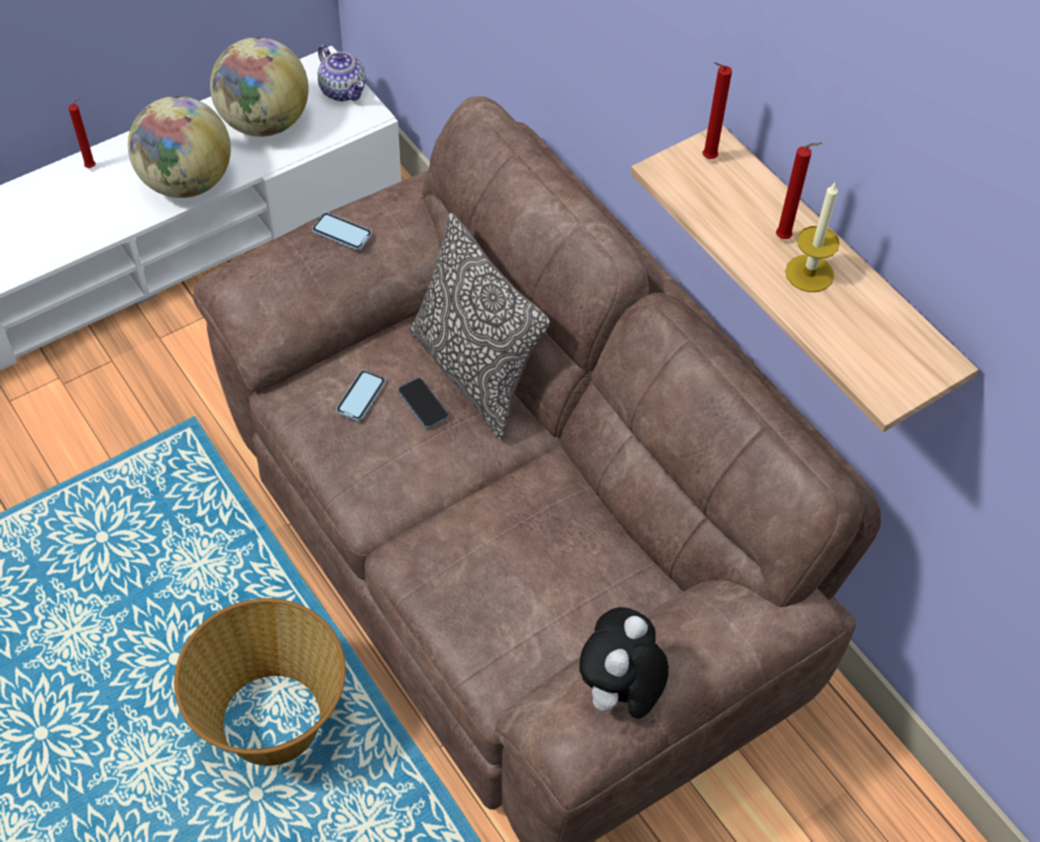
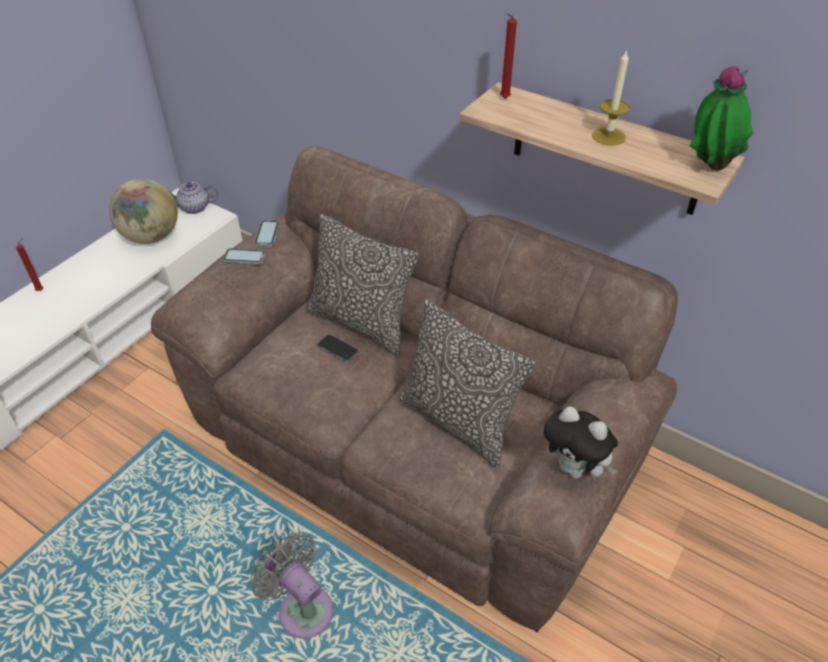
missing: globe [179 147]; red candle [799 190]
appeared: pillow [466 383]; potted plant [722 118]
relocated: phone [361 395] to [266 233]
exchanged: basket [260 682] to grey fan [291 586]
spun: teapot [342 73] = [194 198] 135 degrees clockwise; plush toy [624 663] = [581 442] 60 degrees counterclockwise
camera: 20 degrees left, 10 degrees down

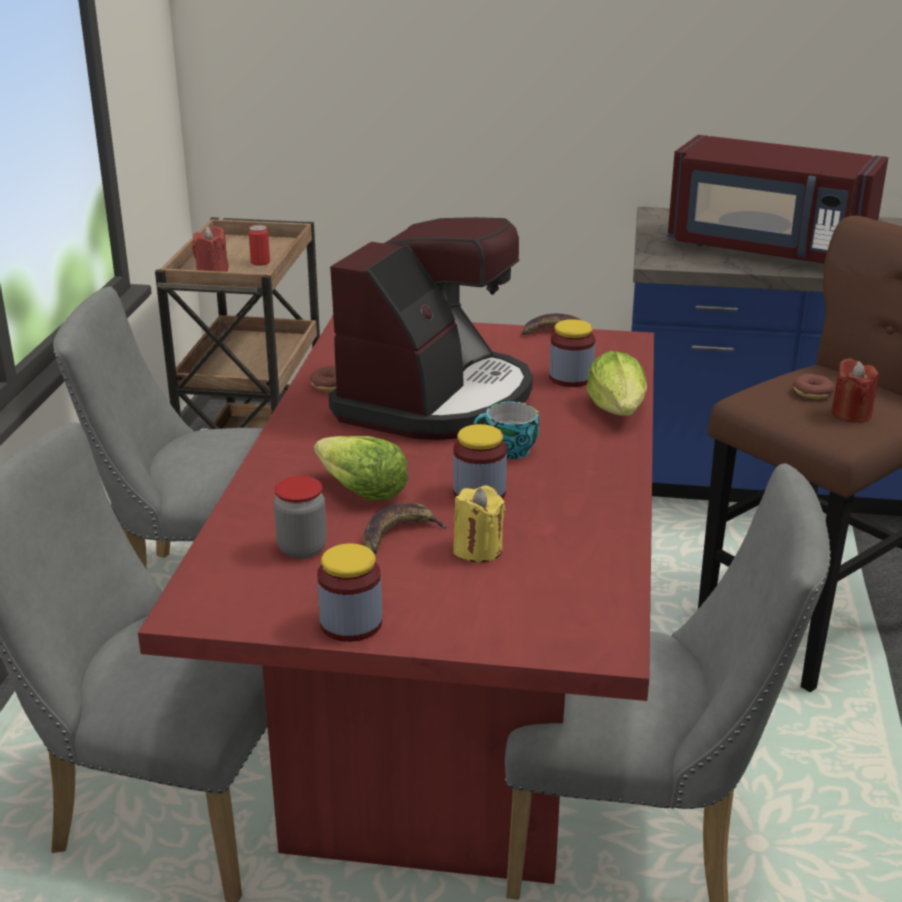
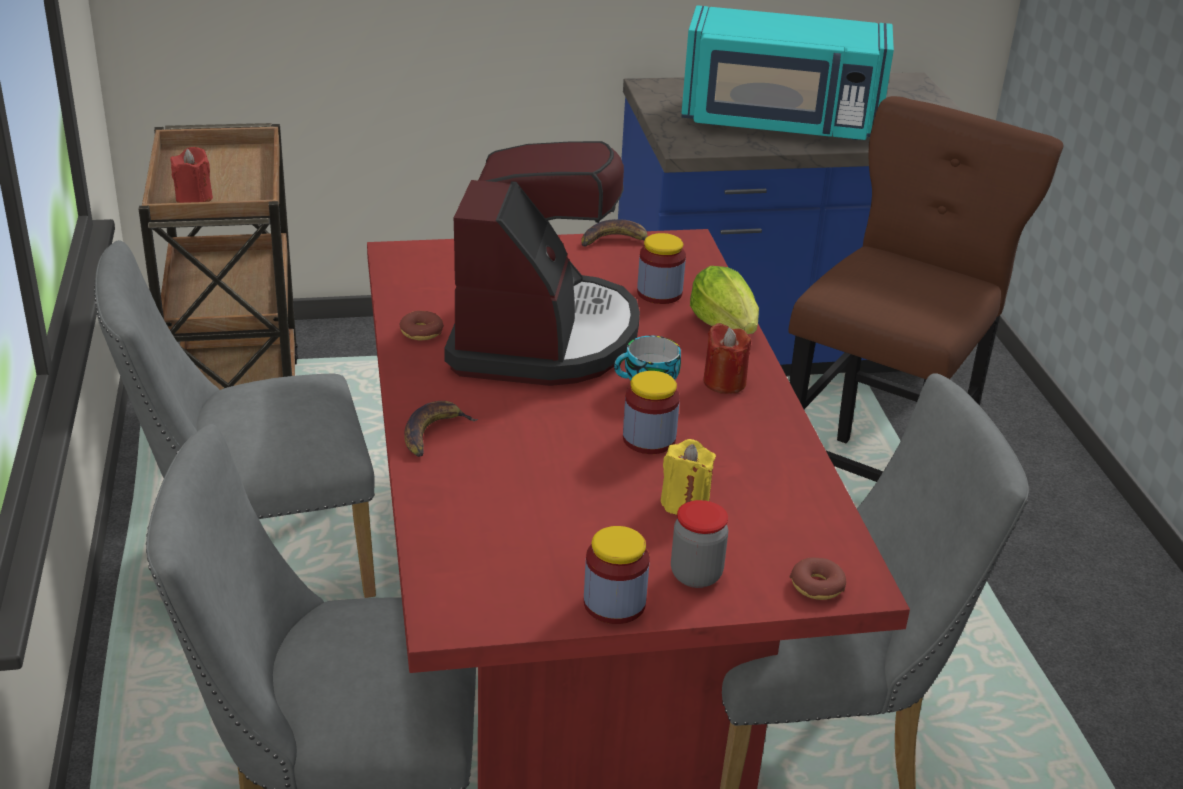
missing: can [259 245]; lettuce [361 468]
relocated: banana [406 528] to [441 429]; jar [300 517] to [699 544]; red candle [855 390] to [727 358]; donut [813 386] to [818 578]
colour: red microwave [778 199] to turquoise microwave [787 72]
camera: 20 degrees left, 5 degrees up

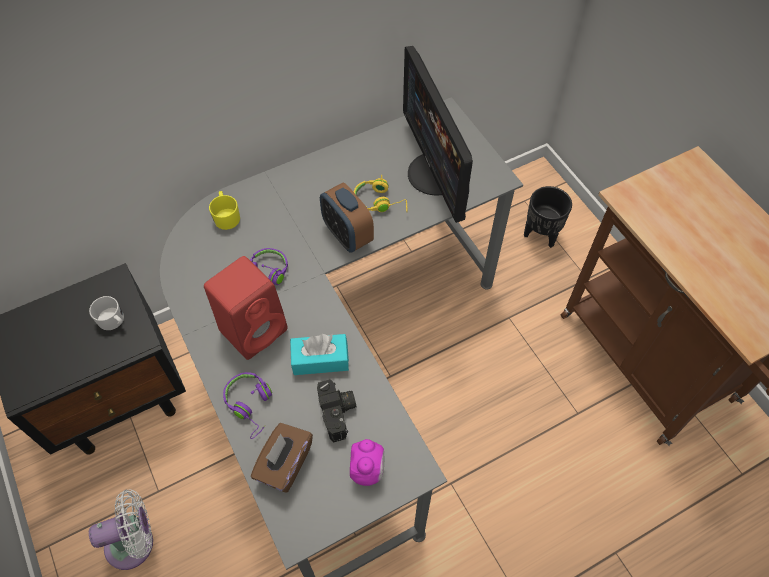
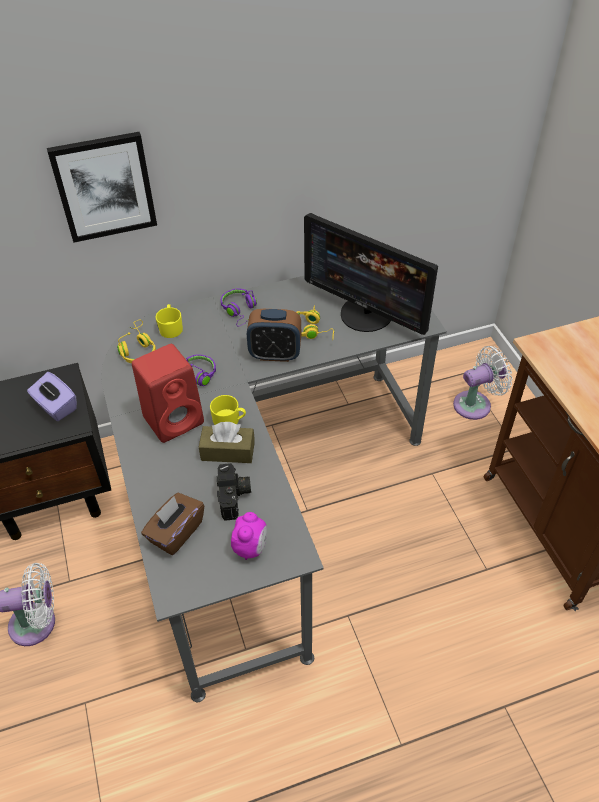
appeared: picture [102 187]; yellow headphones [136 341]; yellow mug [228 410]
relocated: purple headphones [247 405] to [239 307]
exchanged: white mug [106 313] to purple tissue box [52 396]; black planter [548 217] to white fan [482 383]
colour: turquoise tissue box [319 354] to brown tissue box [227 442]
spun: alarm clock [347 218] = [274 335] 60 degrees counterclockwise; monitor [438 134] = [371 274] 45 degrees counterclockwise
camera: 10 degrees right, 10 degrees down

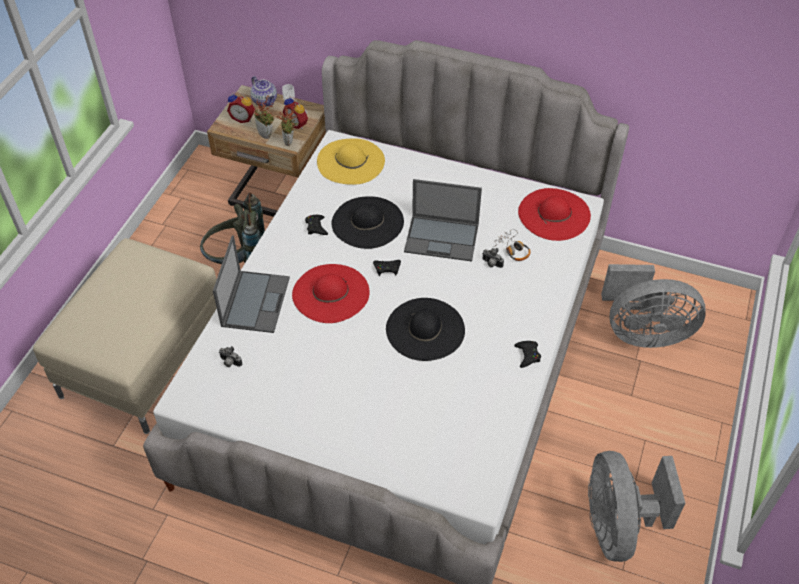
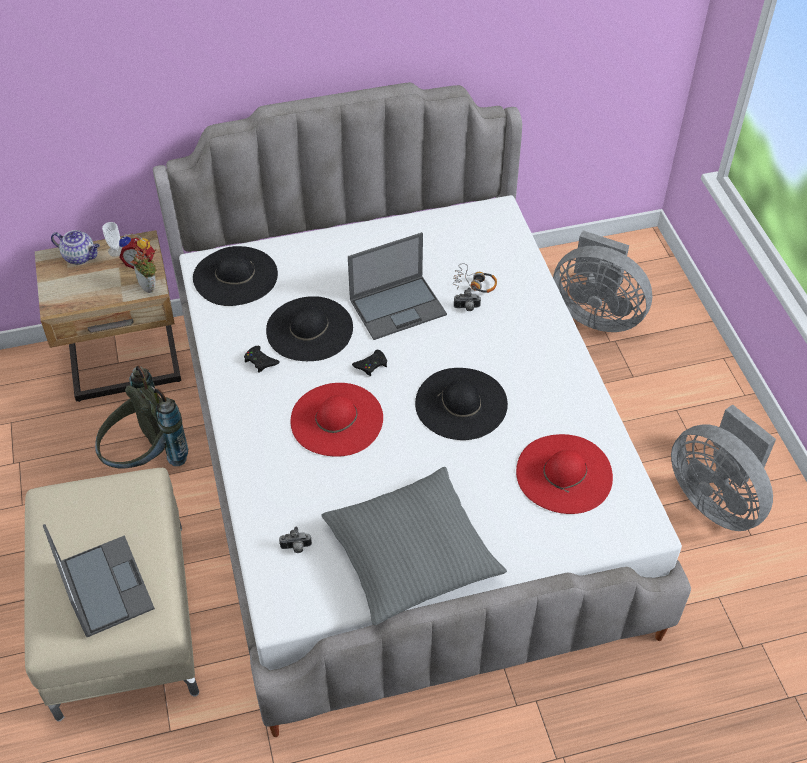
missing: alarm clock [241 107]; potted plant [264 117]; black game controller [527 354]
appeared: grey pillow [414 546]
relocated: laptop [251 284] to [99 580]; red hat [554 214] to [564 474]
colour: yellow hat [351 161] to black hat [235 276]
spun: grey fan [653 306] = [602 281] 60 degrees clockwise
camera: 35 degrees left, 0 degrees up

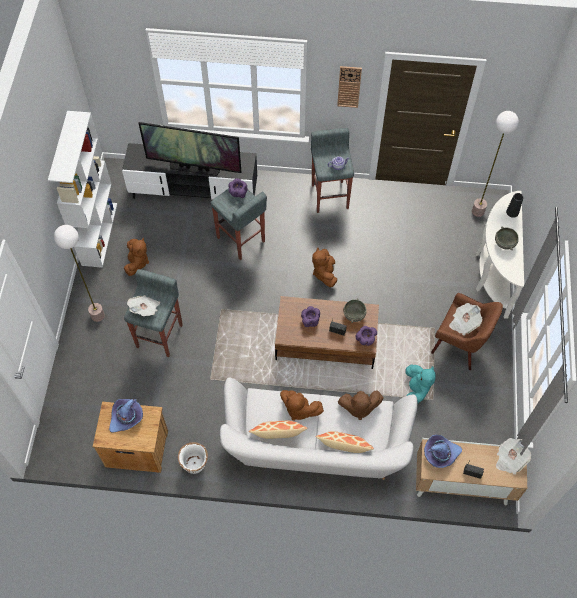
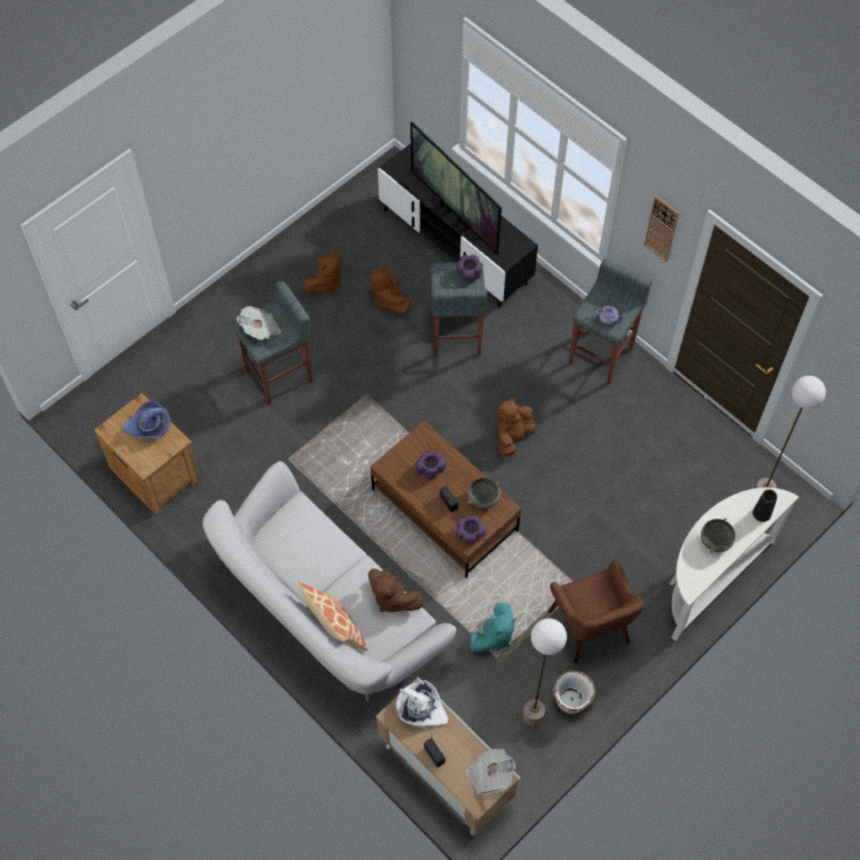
missing: white bookcase [82 189]; pillow [278 430]; newspaper [465 319]
relocated: brown plush toy [302 405] to [390 290]; floor lamp [79 273] to [545 672]; white planter [193 458] to [574 692]
colour: purple hat [443 451] to white hat [422 703]
camera: 40 degrees right, 0 degrees up

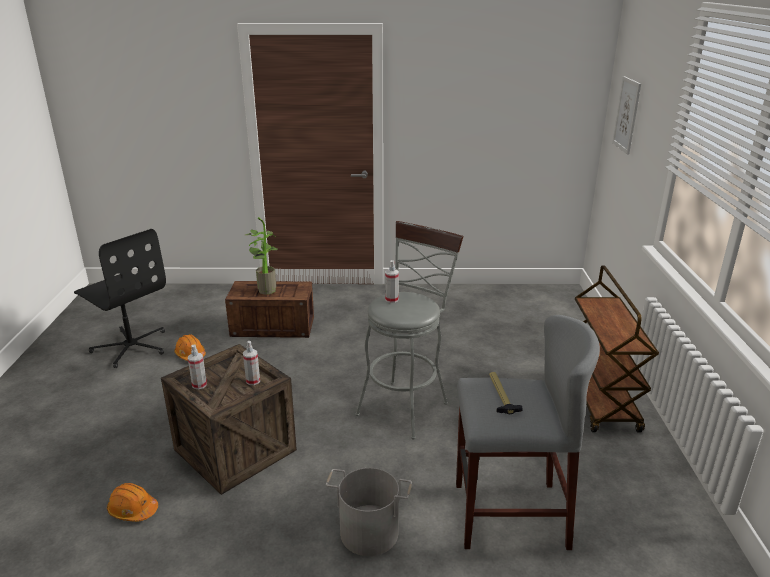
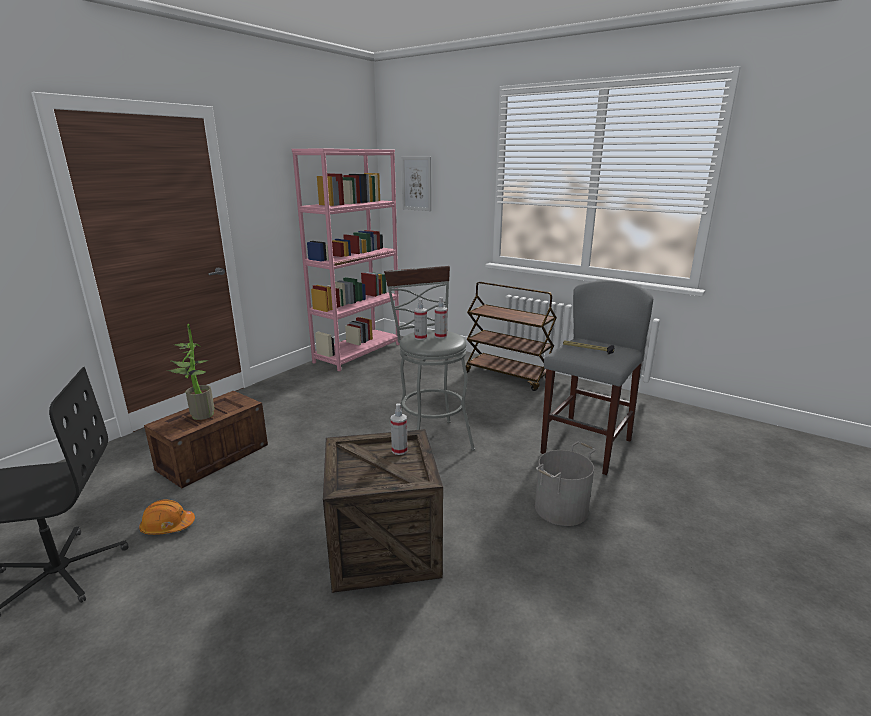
missing: orange hard hat [132 502]
appeared: pink bookcase [346 260]
relocated: spray bottle [197 367] to [441 318]
camera: 55 degrees left, 5 degrees down

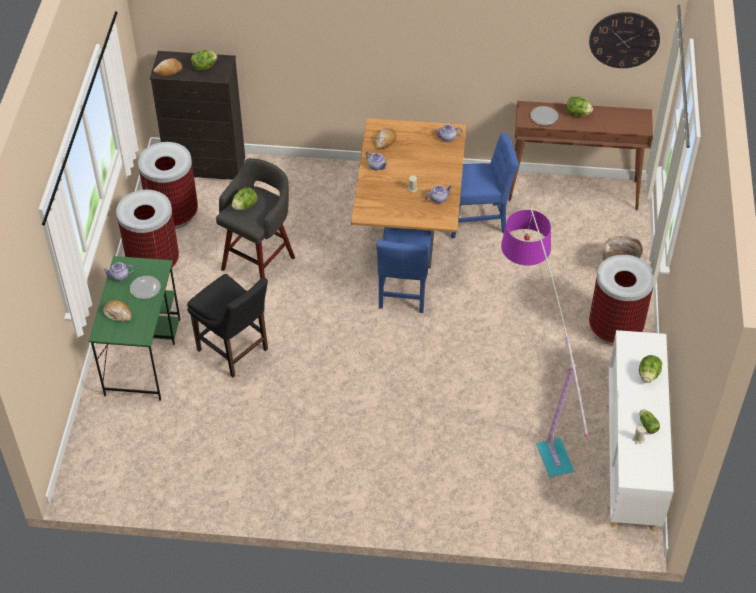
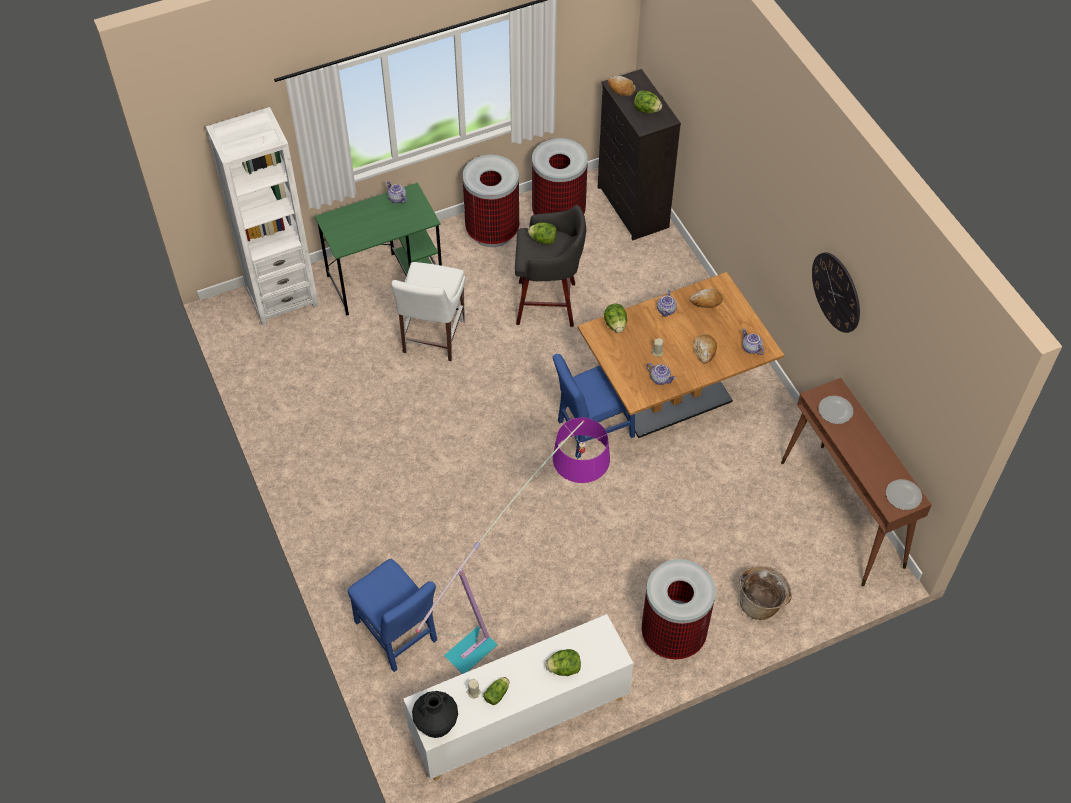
appeared: white bookcase [262 216]; black vase [435 714]
relocated: blue chair [485 185] to [392 615]; lettuce [580 107] to [615 318]; bread [117 311] to [705 349]; wall clock [624 40] to [836 292]; plate [145 287] to [904 494]
colour: black chair [227 326] to white chair [428 311]
camera: 60 degrees right, 5 degrees up

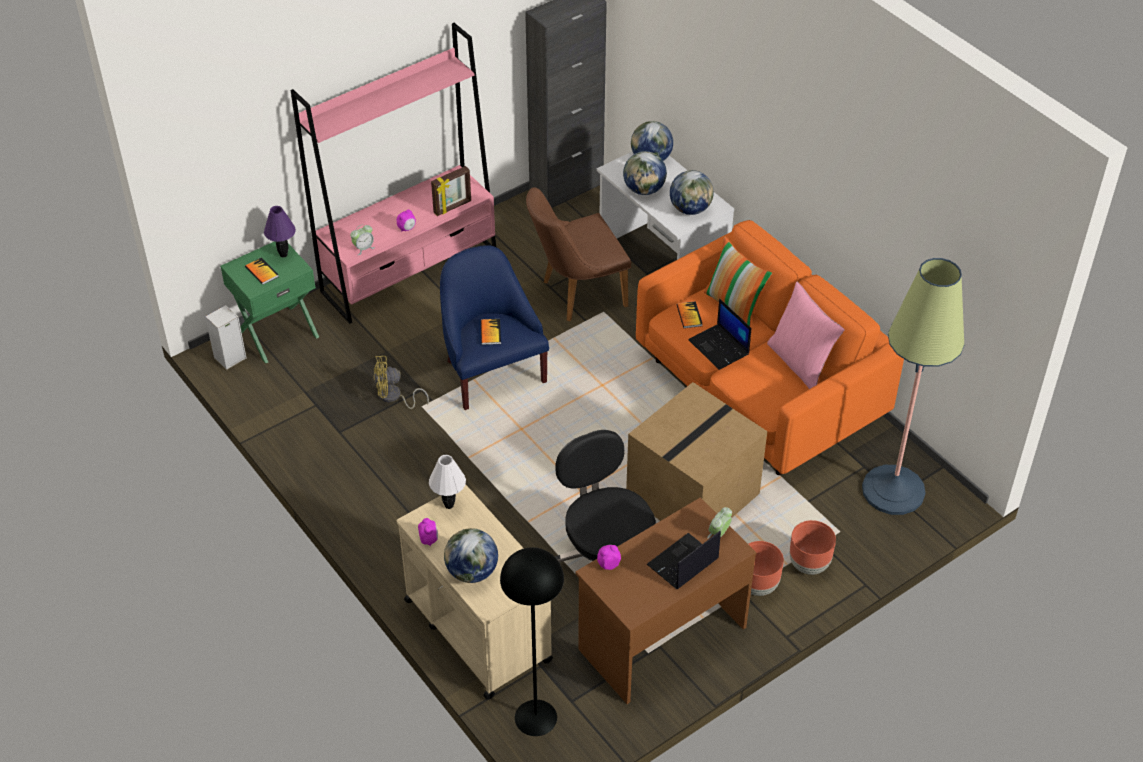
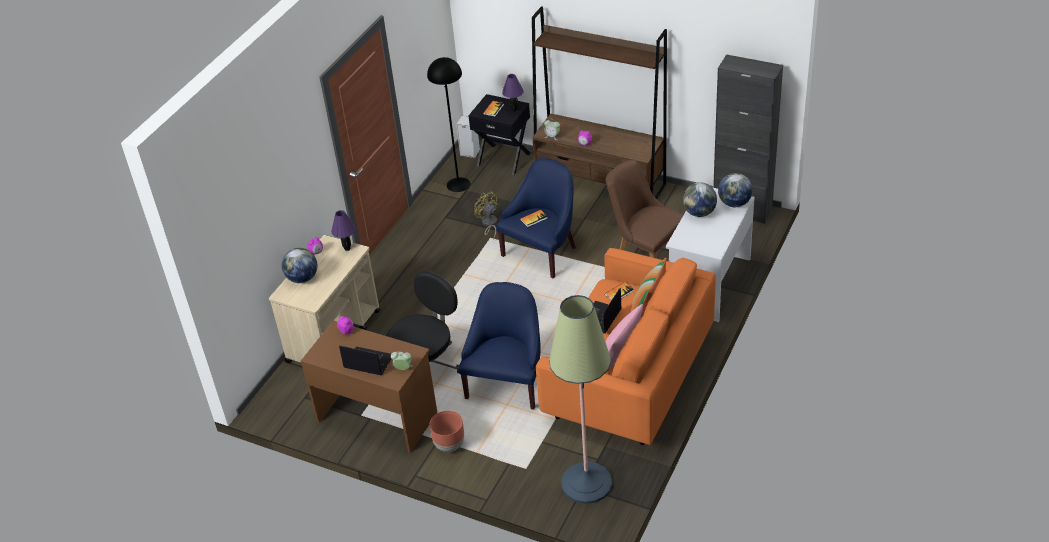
missing: picture frame [451 191]; globe [692 192]; brown planter [813 547]
relocated: black floor lamp [532 641] to [449 124]
exchanged: cardboard box [696 451] to blue armchair [500 346]
colour: white table lamp [447 482] to purple table lamp [343 230]; green nightstand [269 302] to black nightstand [499 134]; pink bookcase [393 173] to brown bookcase [599 102]
camera: 65 degrees right, 5 degrees down

